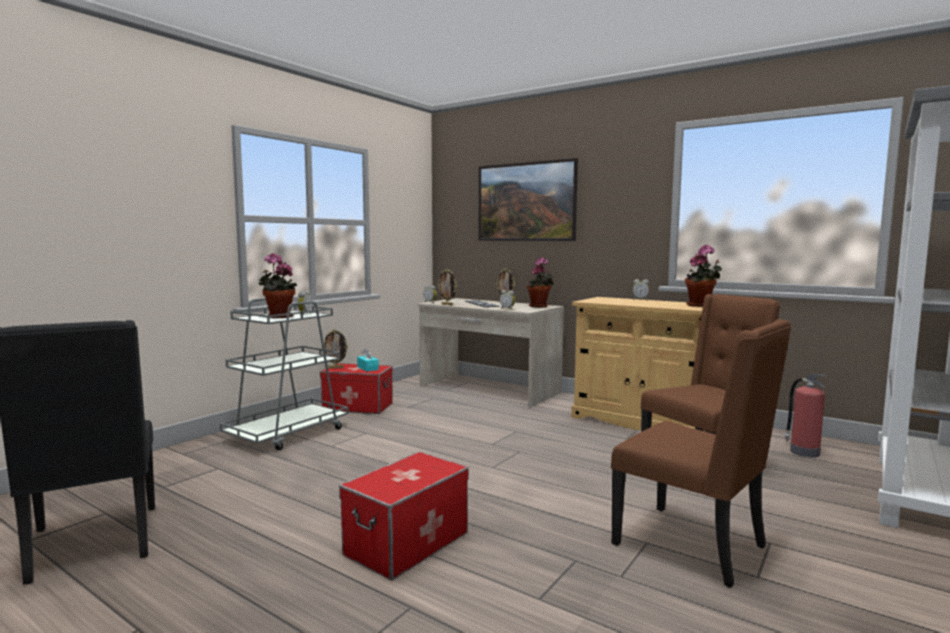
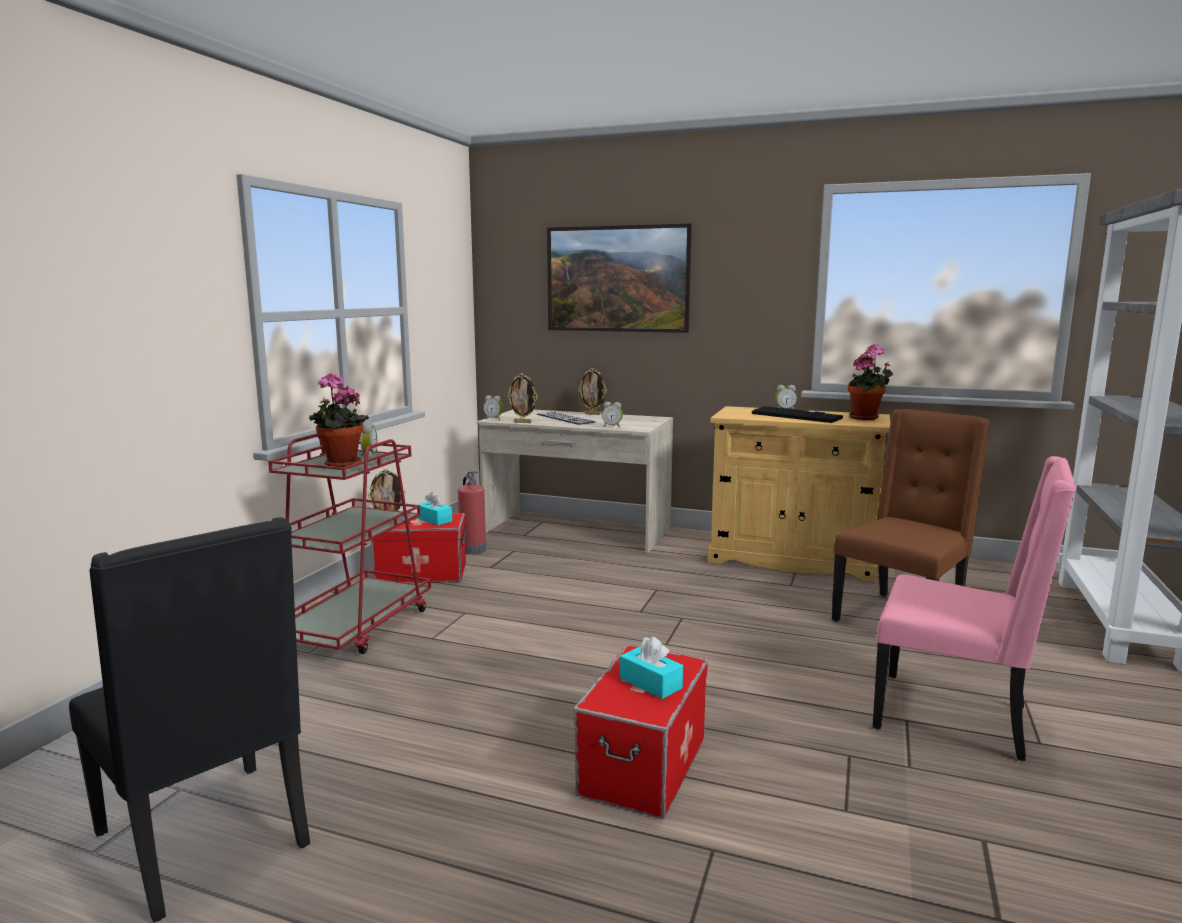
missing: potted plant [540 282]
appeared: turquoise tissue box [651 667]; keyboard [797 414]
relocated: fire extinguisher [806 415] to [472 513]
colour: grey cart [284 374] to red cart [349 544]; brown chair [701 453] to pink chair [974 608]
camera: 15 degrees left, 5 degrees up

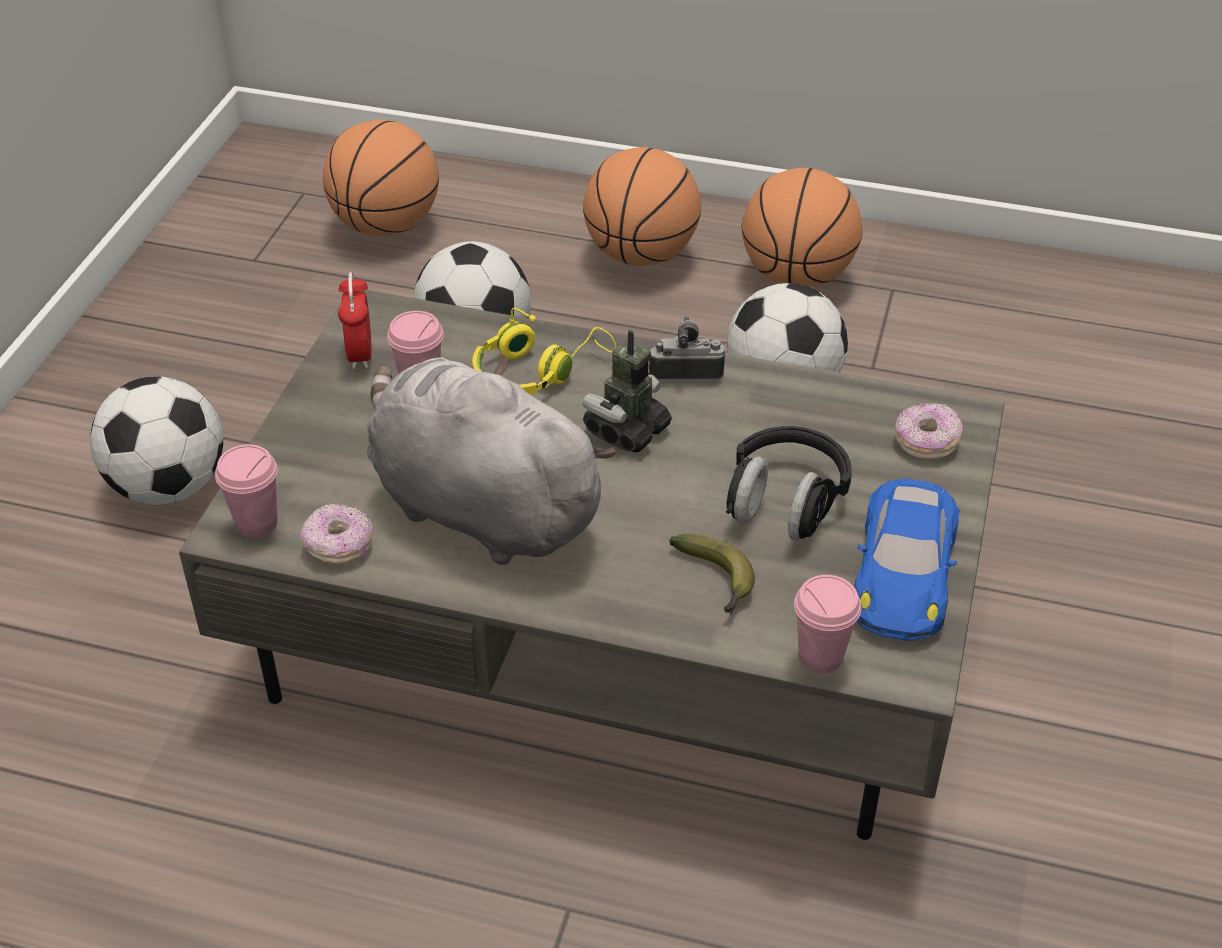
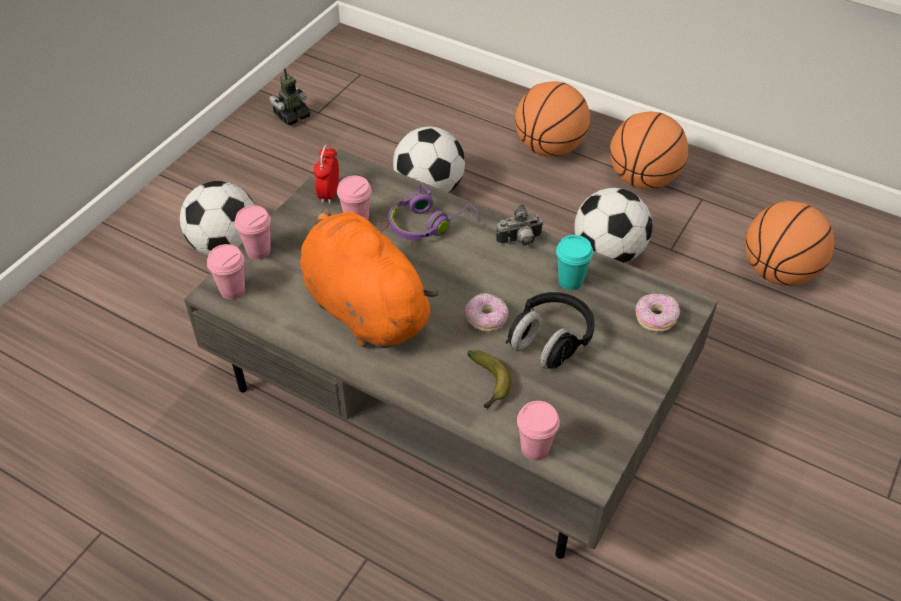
missing: blue toy car [907 559]
appeared: pink cup [253 232]; turquoise cup [574 262]
relocated: toy robot [627 391] to [289 96]; donut [336 534] to [487 312]; basketball [381 178] to [789 243]
colour: grey plush toy [492 459] to orange plush toy [369 278]; yellow headphones [544 351] to purple headphones [433 211]
spun: photo camera [687 348] = [520 225] 150 degrees clockwise
camera: 15 degrees right, 5 degrees up

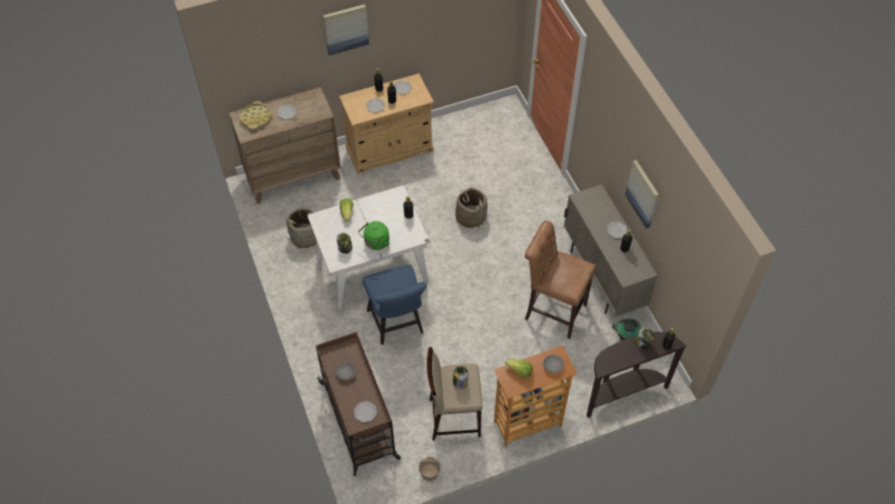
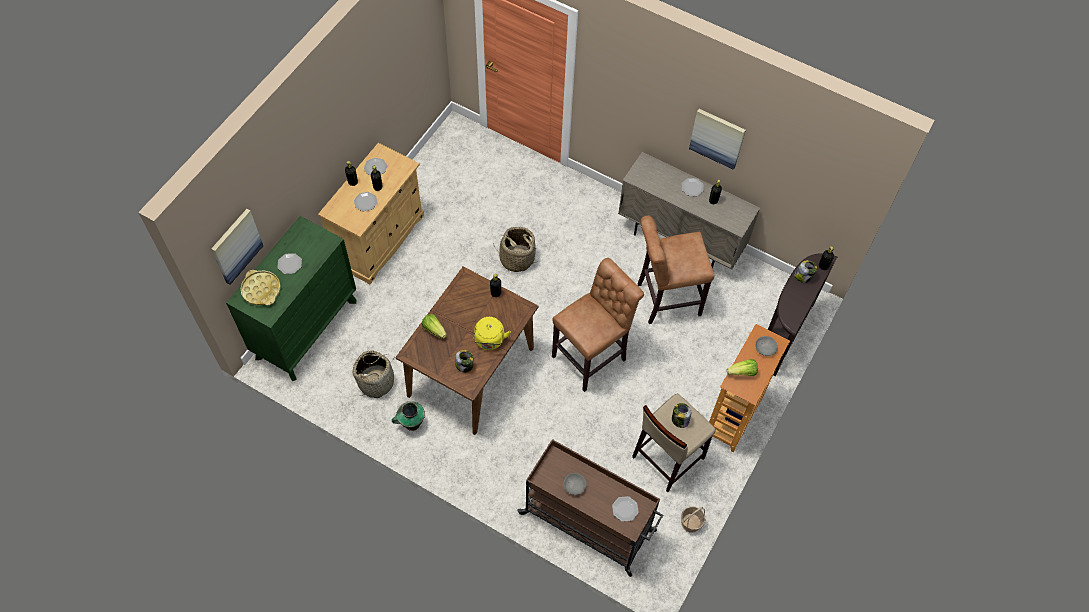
missing: blue chair [394 304]
appeared: brown stool [598 325]
relocated: picture [346 29] to [237 247]; vase [626 329] to [408 416]
colour: brown dresser [285 145] to green dresser [291 298]; white dining table [368 248] to brown dining table [467 350]; green kettle [374 235] to yellow kettle [492 333]
camera: 40 degrees left, 5 degrees up

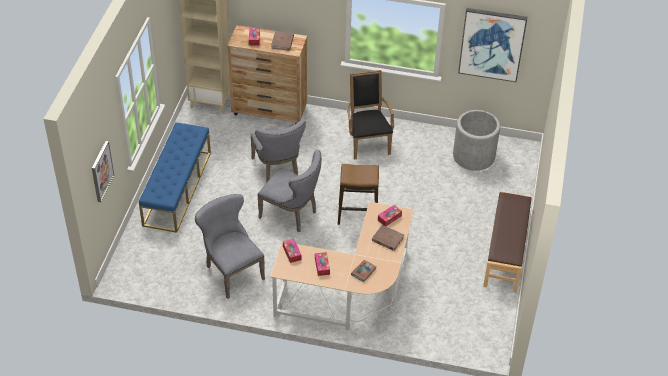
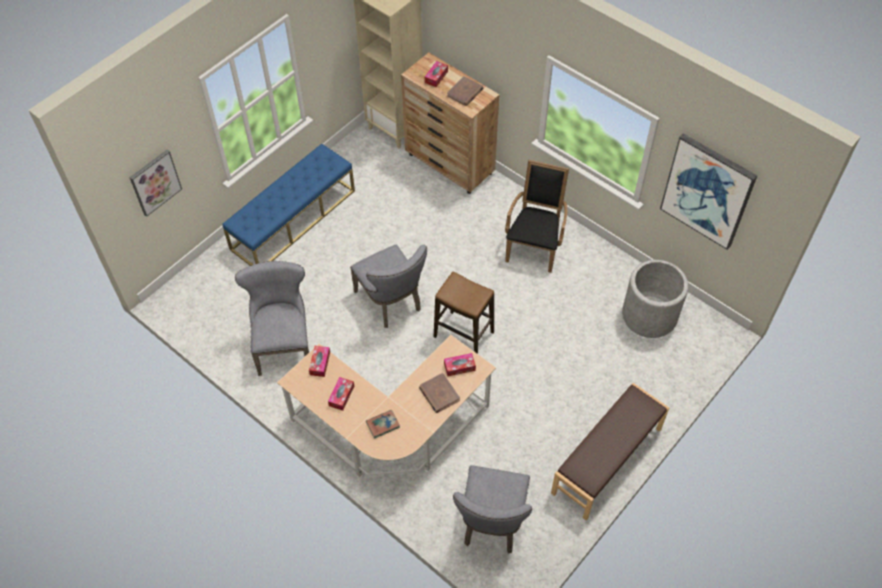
relocated: grey chair [278 151] to [492 509]
camera: 30 degrees right, 10 degrees up

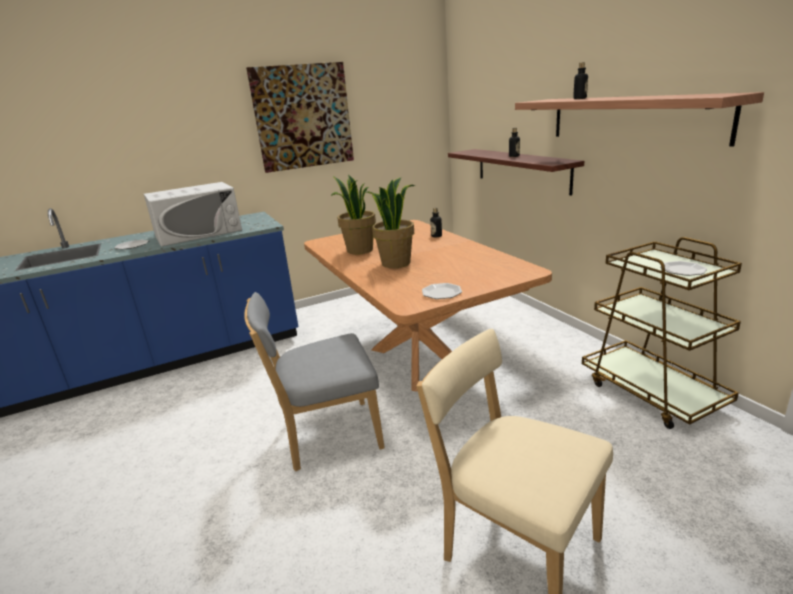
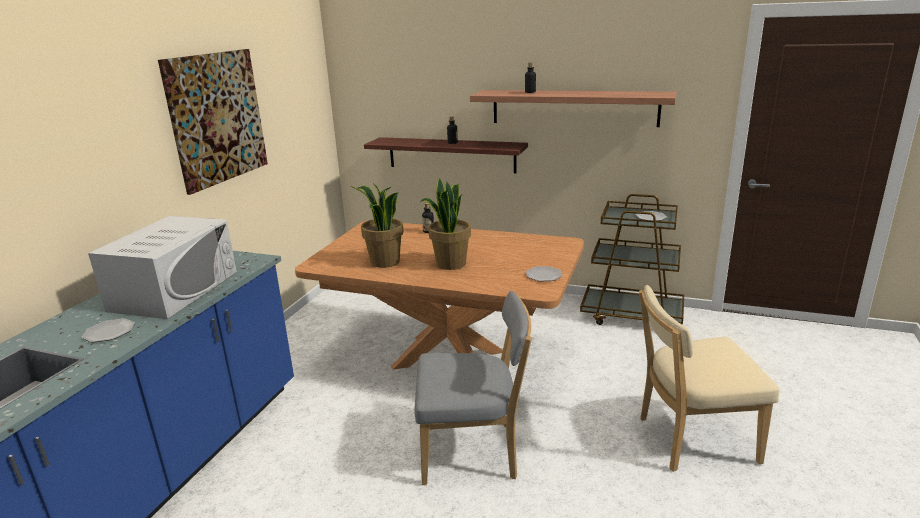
spun: grey chair [314 381] = [473 388] 120 degrees counterclockwise
camera: 45 degrees left, 0 degrees up

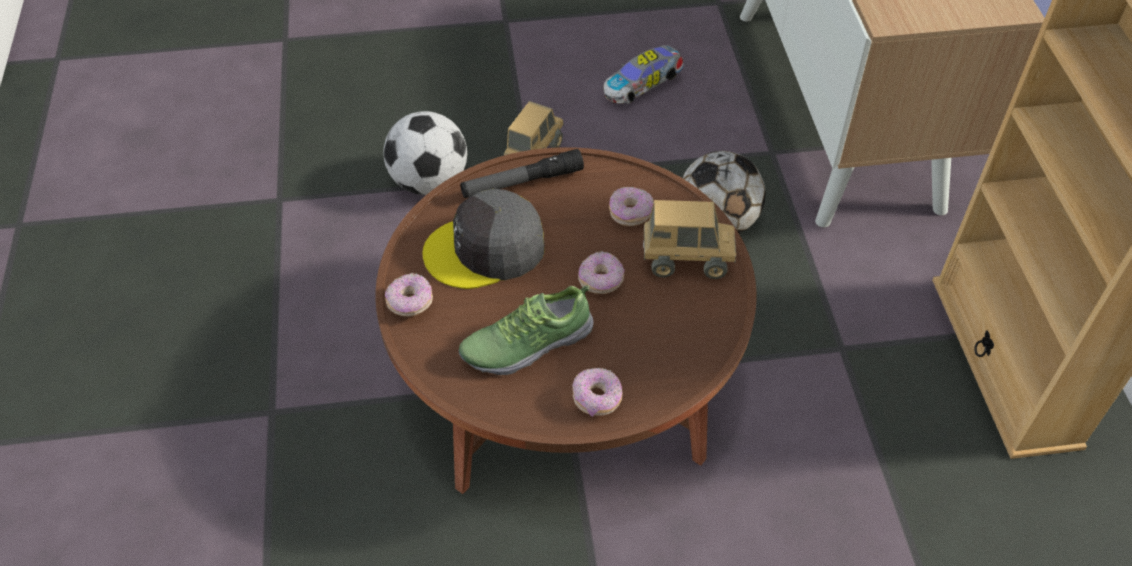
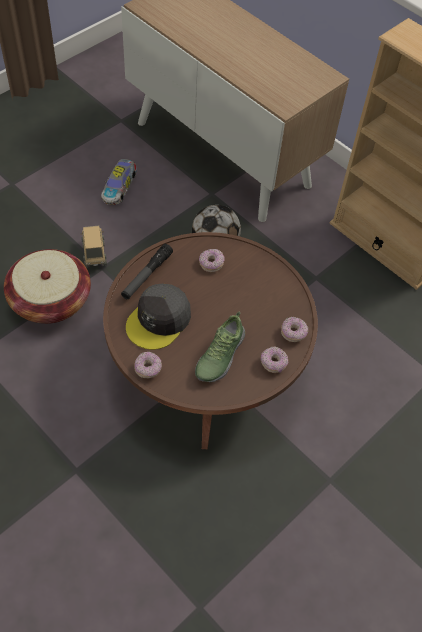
missing: toy truck [689 239]
relocated: donut [601 272] to [294 329]
exchanged: football [425 153] to basket [47 286]
camera: 40 degrees left, 5 degrees up

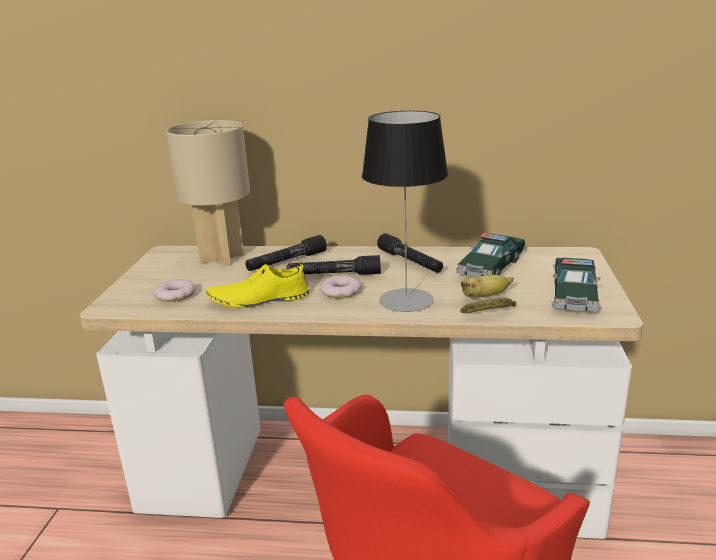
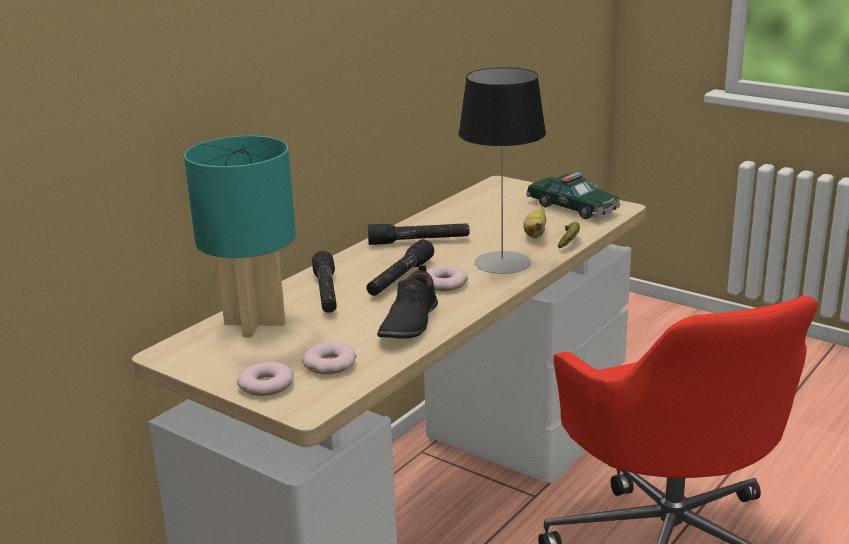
missing: toy car [491 255]
appeared: donut [265 379]
colour: beige table lamp [208 193] to turquoise table lamp [240 236]; yellow shoe [257 285] to black shoe [407 302]
camera: 60 degrees left, 0 degrees up

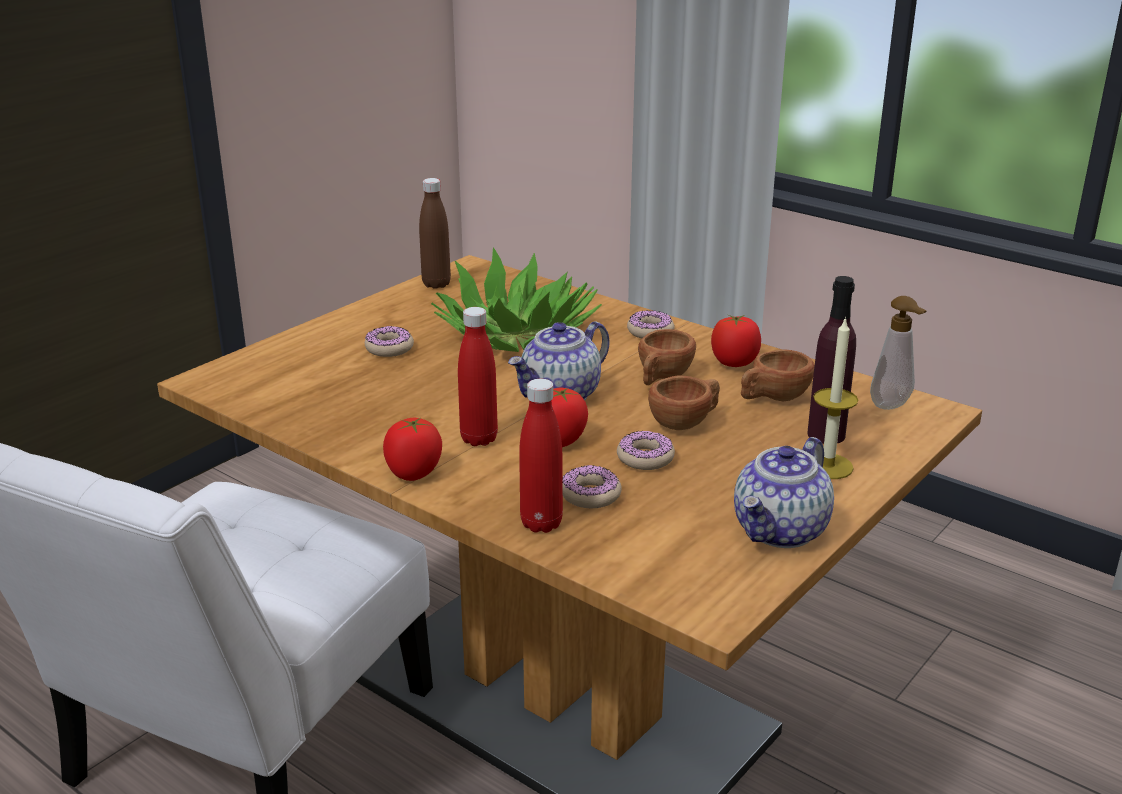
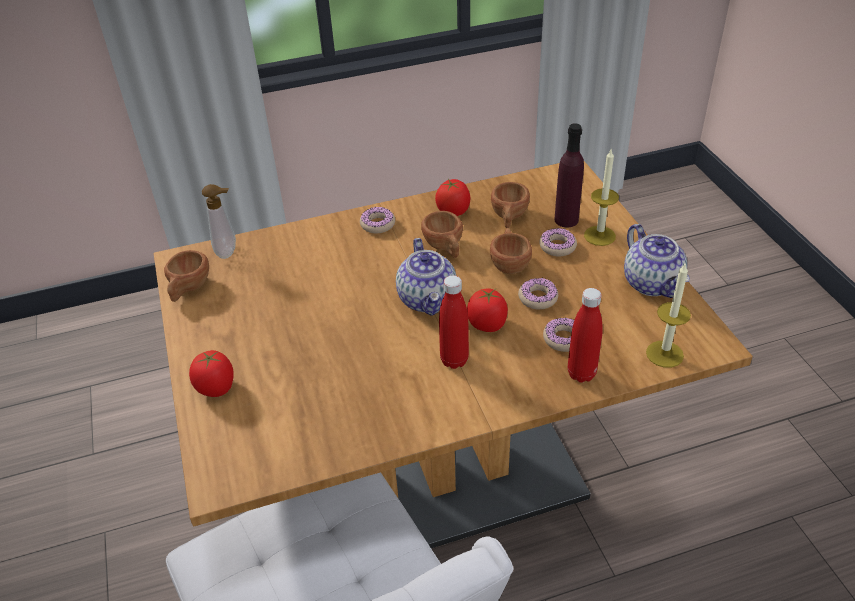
missing: potted plant [516 299]
appeared: candle [668 315]
relocated: tomato [412 449] to [211 373]; soap dispenser [898 353] to [219 221]; donut [389 341] to [558 242]
exchanged: brown bottle [435 233] to brown cup [186 276]
camera: 55 degrees left, 15 degrees up

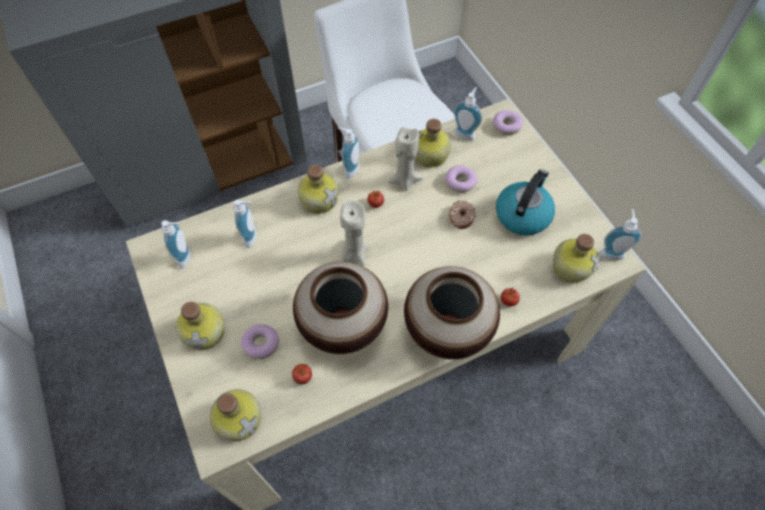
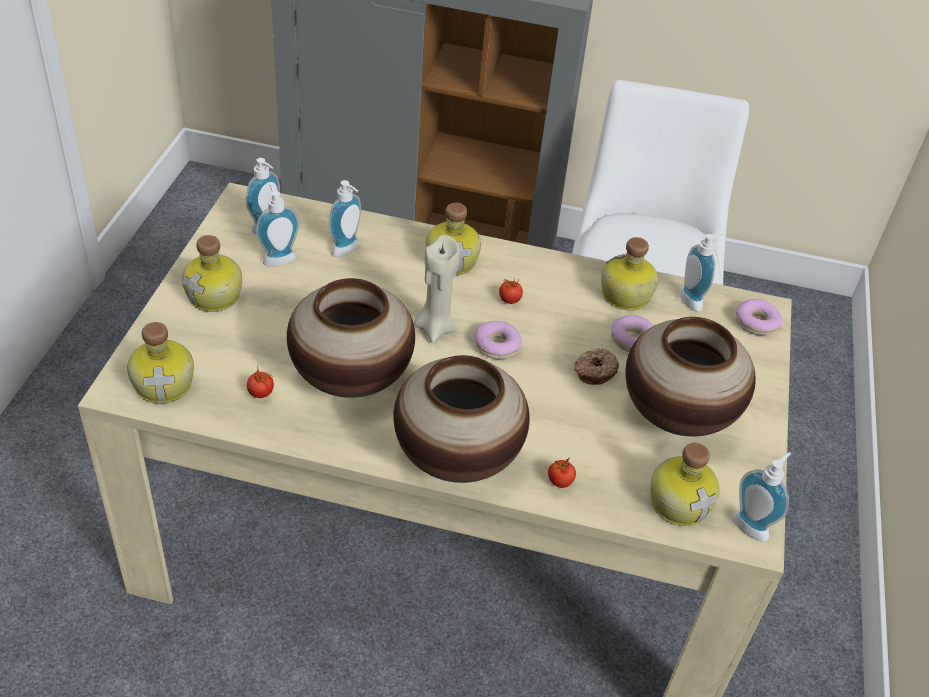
missing: beige candle [405 159]
relocated: soap dispenser [348 153] to [277 224]; donut [260 341] to [498 340]
exchanged: kettle [525 202] to vase [690 376]
camera: 35 degrees right, 15 degrees down

